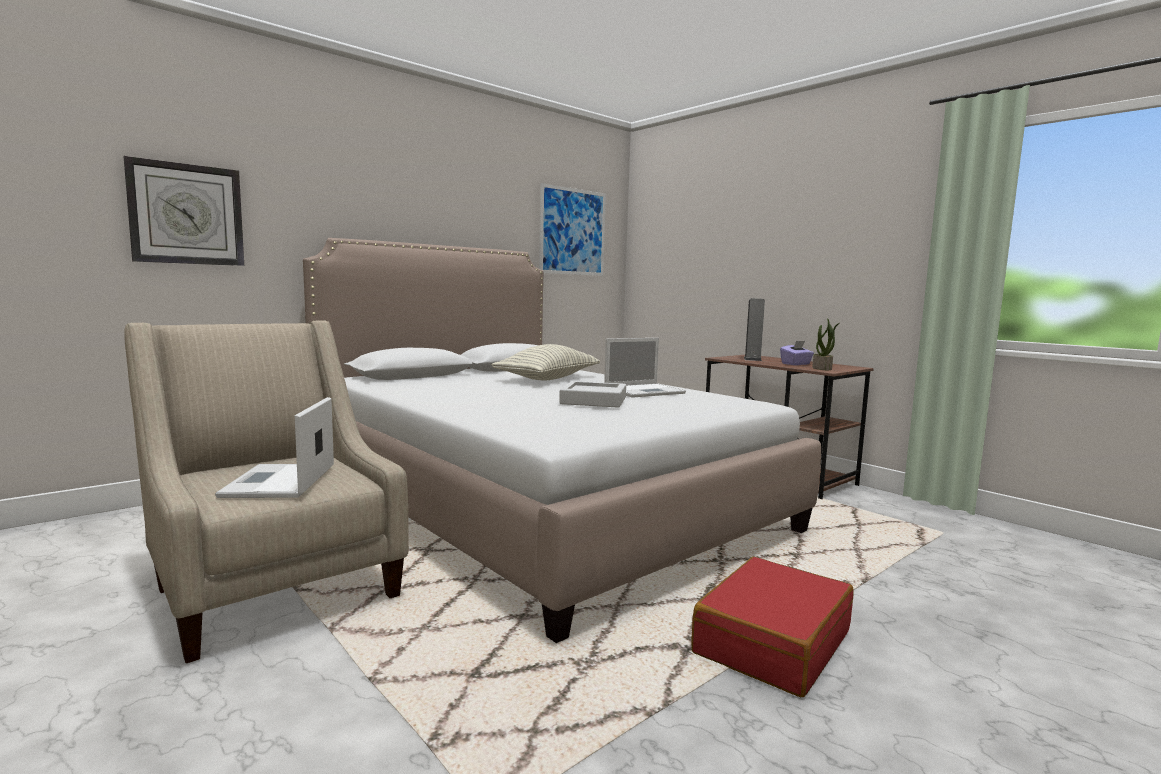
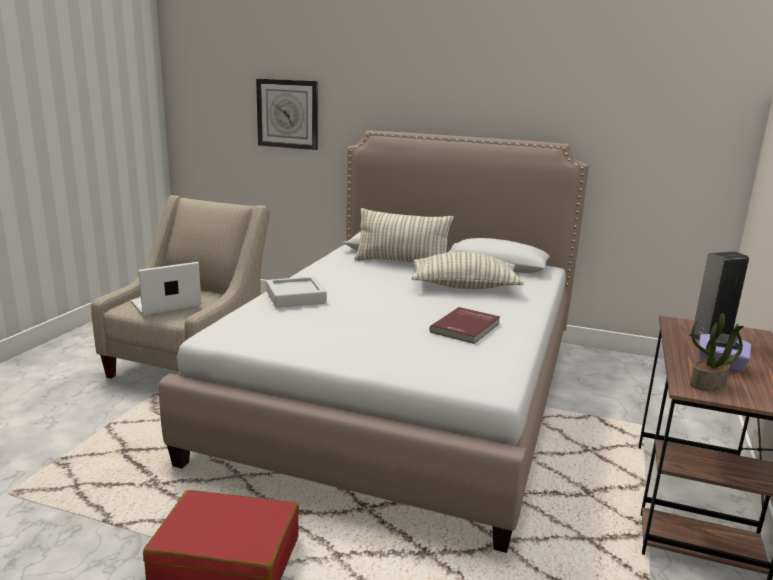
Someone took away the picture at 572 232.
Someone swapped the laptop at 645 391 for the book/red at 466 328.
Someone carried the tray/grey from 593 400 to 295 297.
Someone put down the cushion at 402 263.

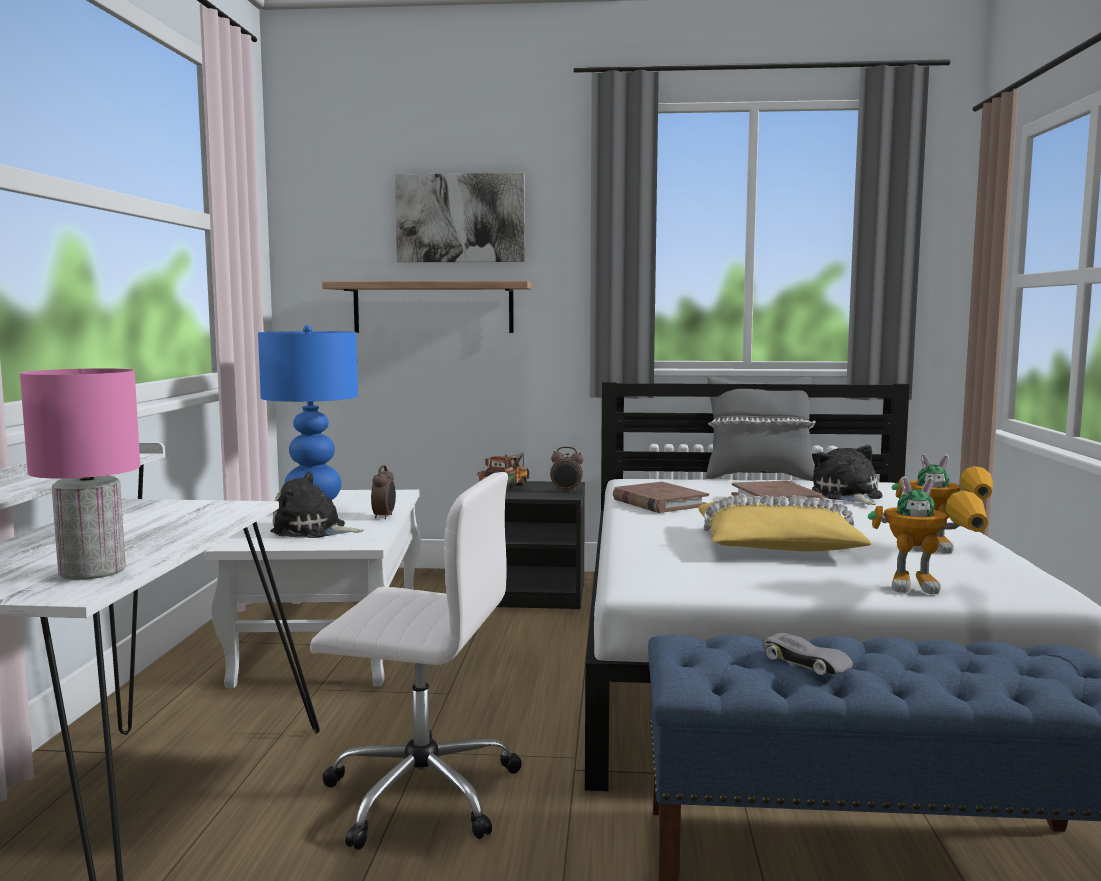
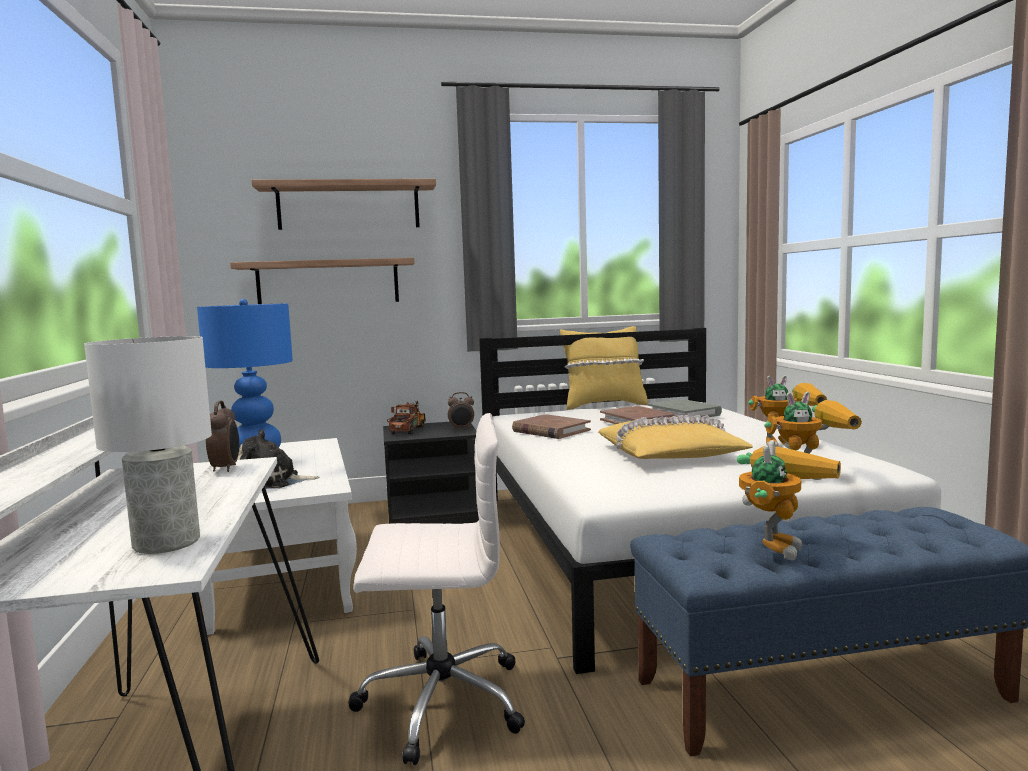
Someone swapped the picture at 460 218 for the wall shelf at 348 206.
Someone repainted the lamp for a table/pinkish at 94 571, which became the lamp for a table/white at 167 542.
Someone repainted the cushion/grey at 758 477, which became the cushion/yellow at 604 405.
Someone swapped the plush toy at 847 496 for the book/grey at 684 413.
Someone carried the bedside clock from 384 517 to 226 468.
Someone swapped the toy car/grey at 807 662 for the model robot at 777 543.

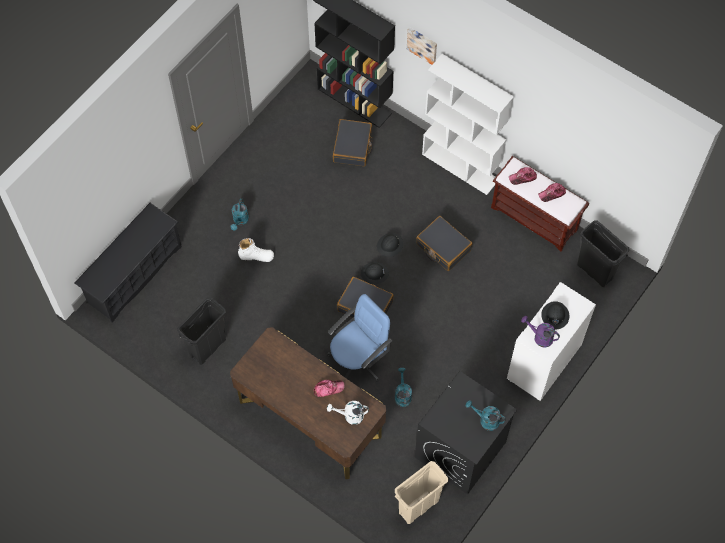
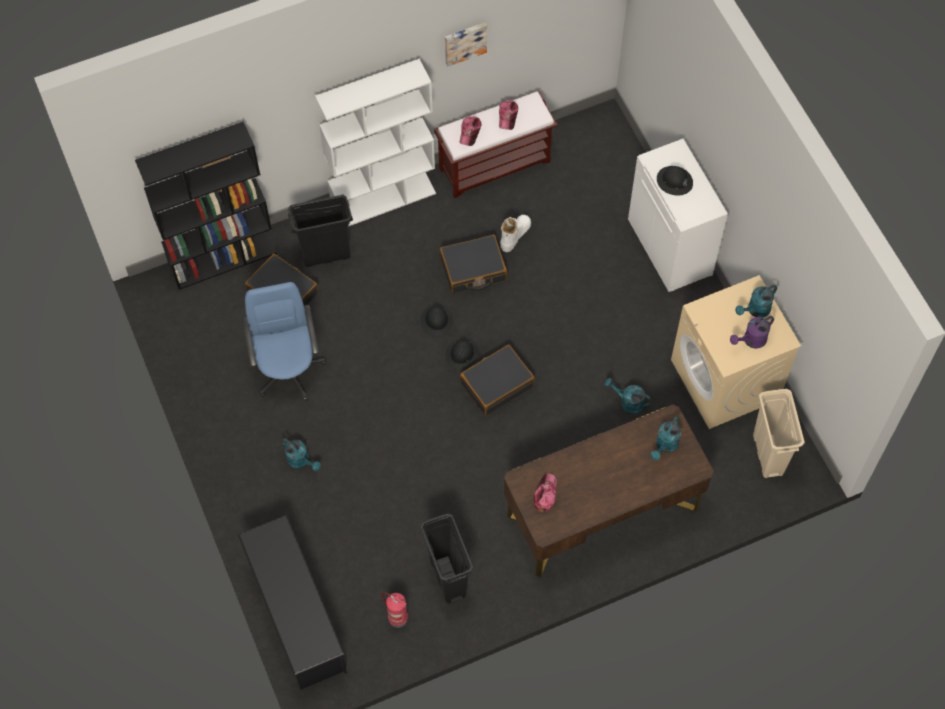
Someone carried the picture from 422 45 to 465 42.
Someone carried the rubbish bin/black-coloured from 595 272 to 326 255.
Someone carried the tall boot/white from 256 256 to 515 235.
Someone carried the desk chair/blue from 358 360 to 288 369.
Someone carried the watering can/purple-coloured from 539 337 to 751 341.
Someone repainted the washing machine/black-coloured at 460 450, which became the washing machine/beige-coloured at 725 380.
Someone carried the peaked cap from 328 389 to 545 494.
Someone repainted the watering can/white at 350 416, which became the watering can/turquoise-coloured at 665 446.
Someone put down the fire extinguisher at 397 618.

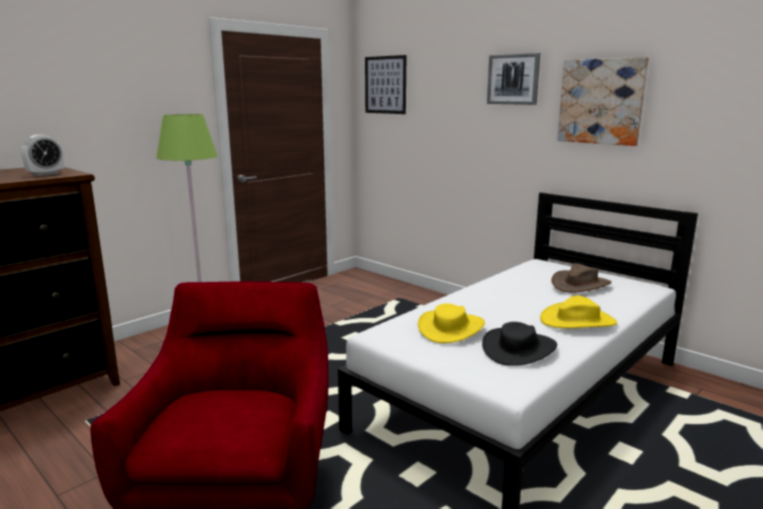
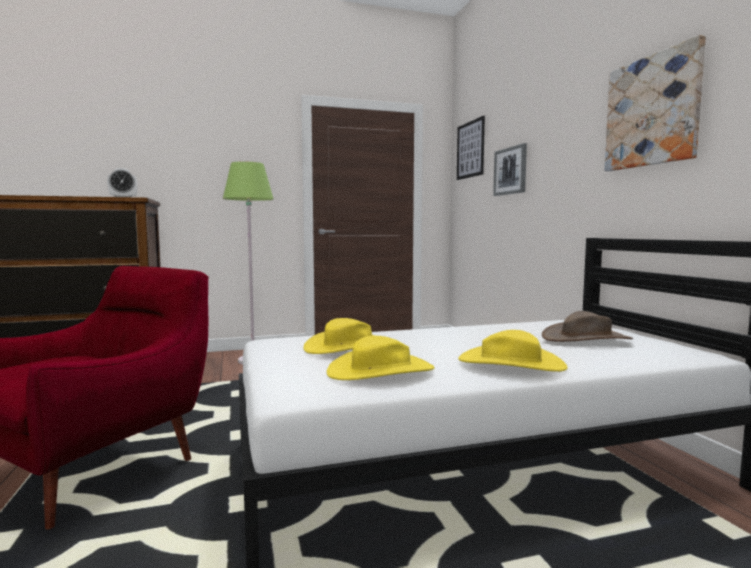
Someone carried the picture from 513 79 to 510 171.
Someone repainted the clothing hat/black-coloured at 519 349, which became the clothing hat/yellow at 381 371.

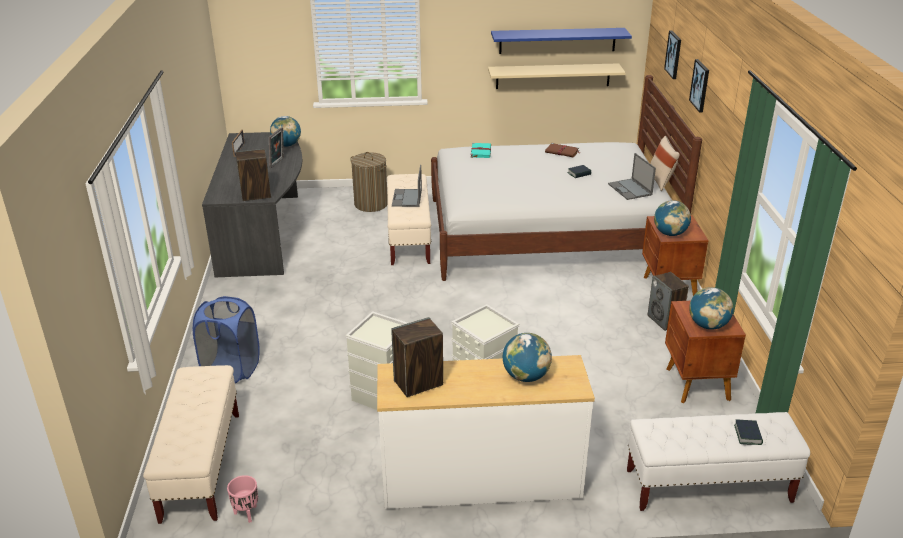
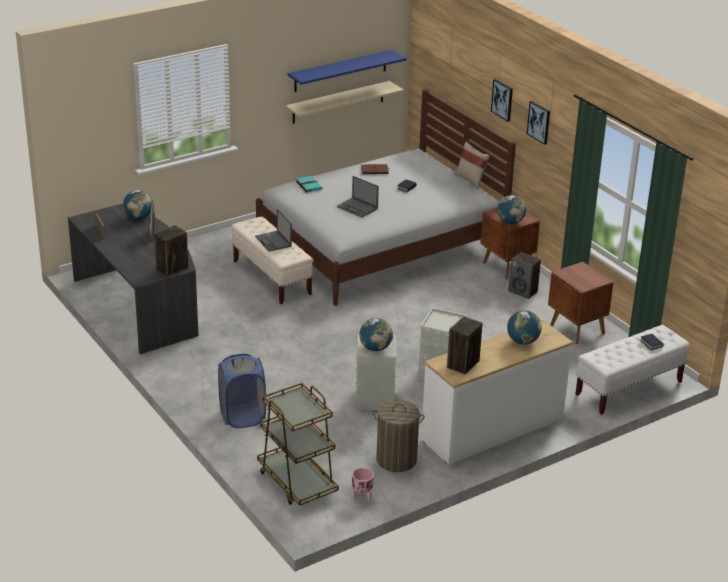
Someone carried the picture from 674 54 to 539 122.
Someone carried the laundry basket from 371 204 to 396 460.
Someone carried the laptop from 630 189 to 357 208.
Someone carried the world globe from 708 325 to 375 348.
Someone swapped the bench/beige-coloured at 201 465 for the wheeled cart/brown at 297 482.

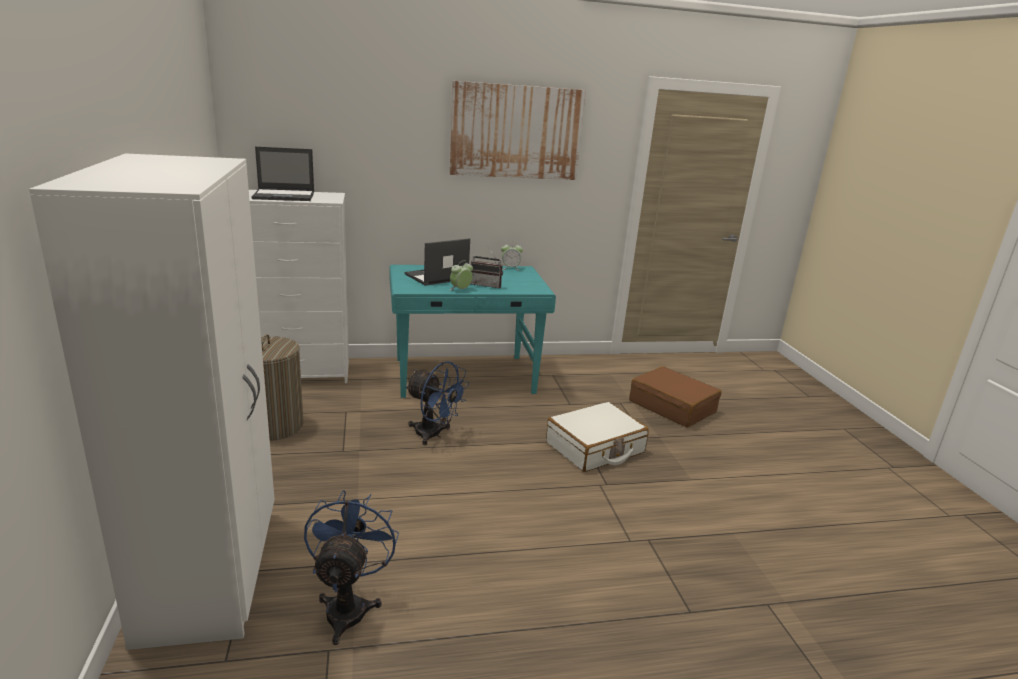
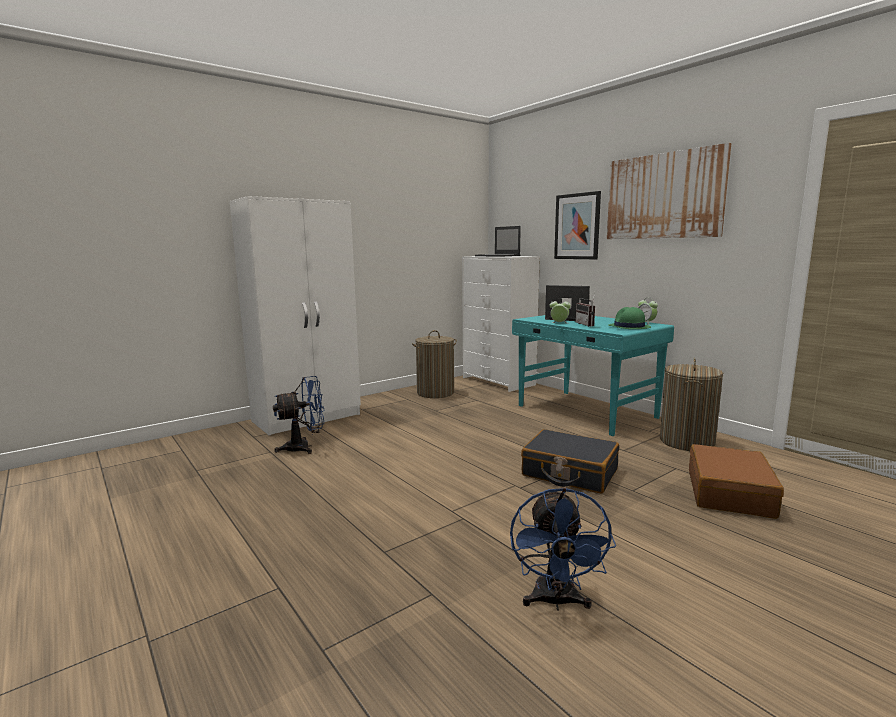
Someone carried the cooling fan/blue from 434 435 to 556 602.
Someone repainted the travel case/white at 595 448, which became the travel case/black-coloured at 569 473.
Someone put up the picture at 577 226.
Someone put down the clothing hat/greenish at 629 327.
Someone put down the laundry basket at 686 442.

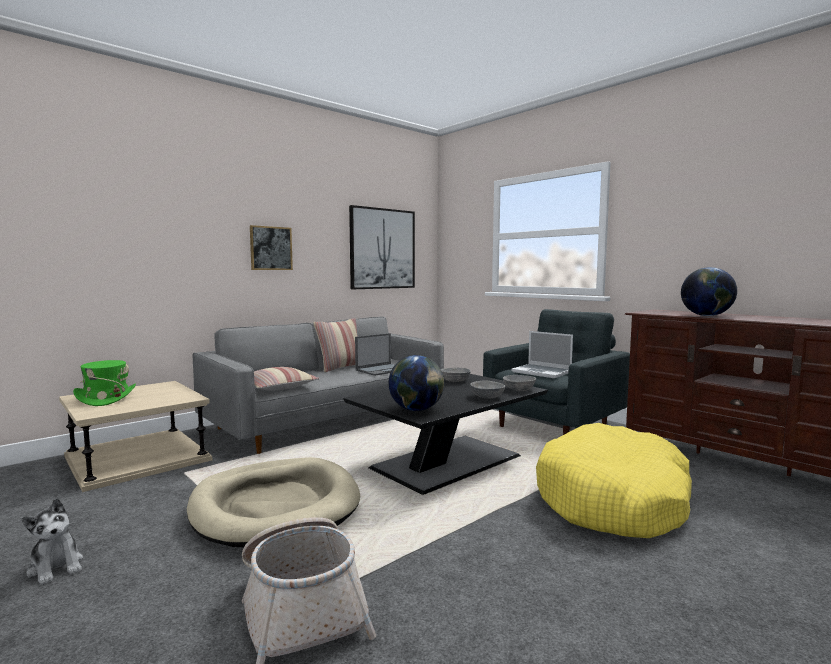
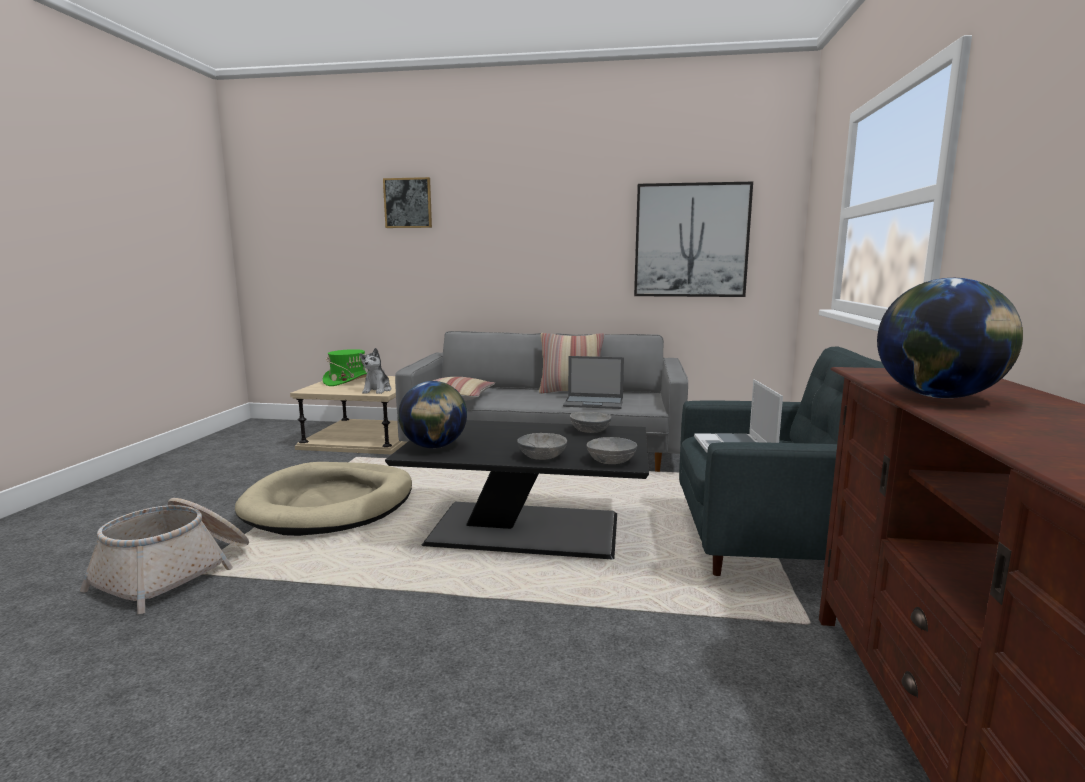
Someone carried the picture from 271 248 to 408 203.
Someone took away the dog cushion/yellow at 612 500.
Someone carried the plush toy from 56 567 to 377 390.

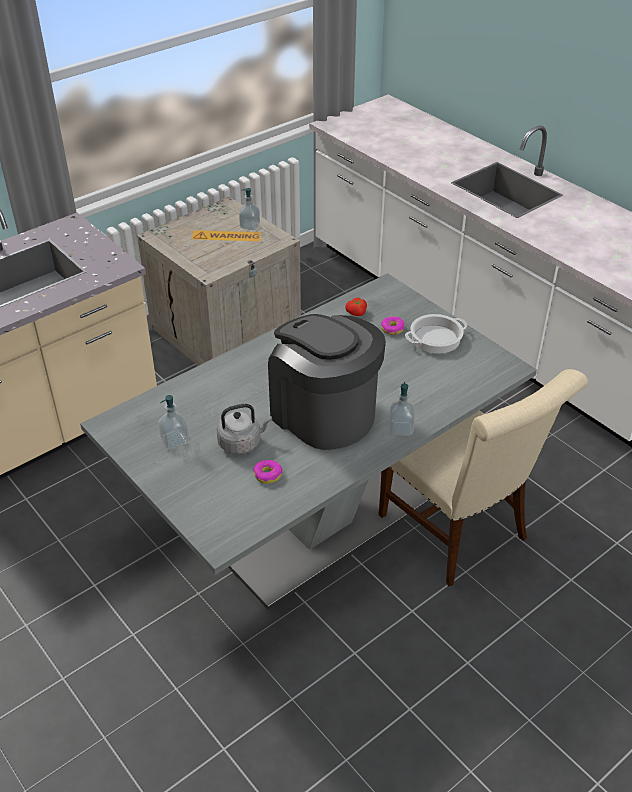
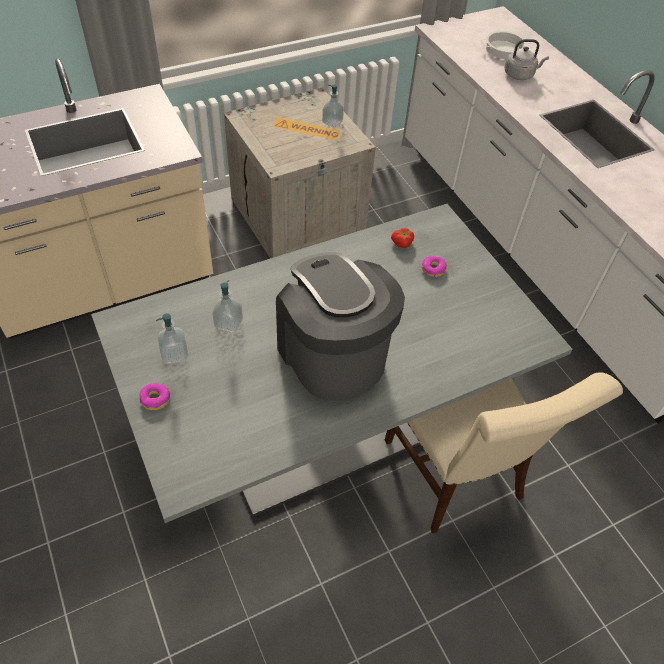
Someone carried the stockpot from 436 338 to 504 49.
Someone carried the soap dispenser from 400 429 to 228 324.
Someone carried the tea kettle/grey from 242 443 to 520 75.
Someone carried the doughnut from 268 475 to 155 399.

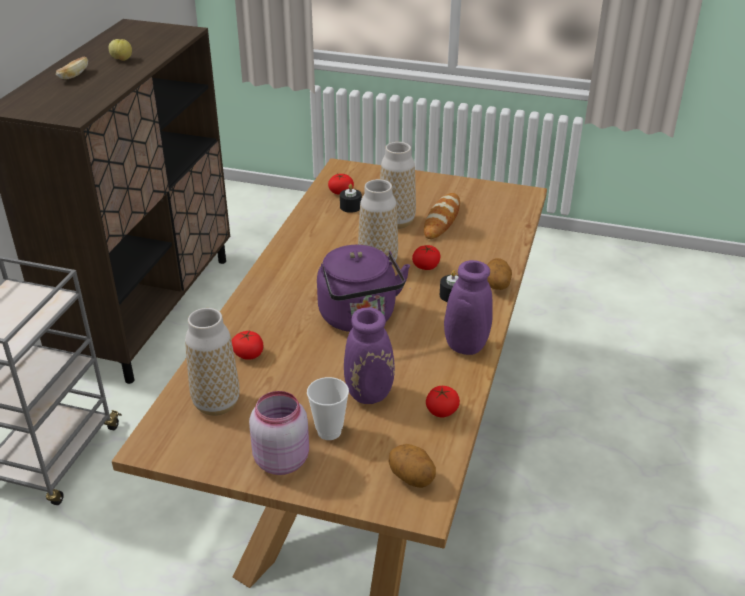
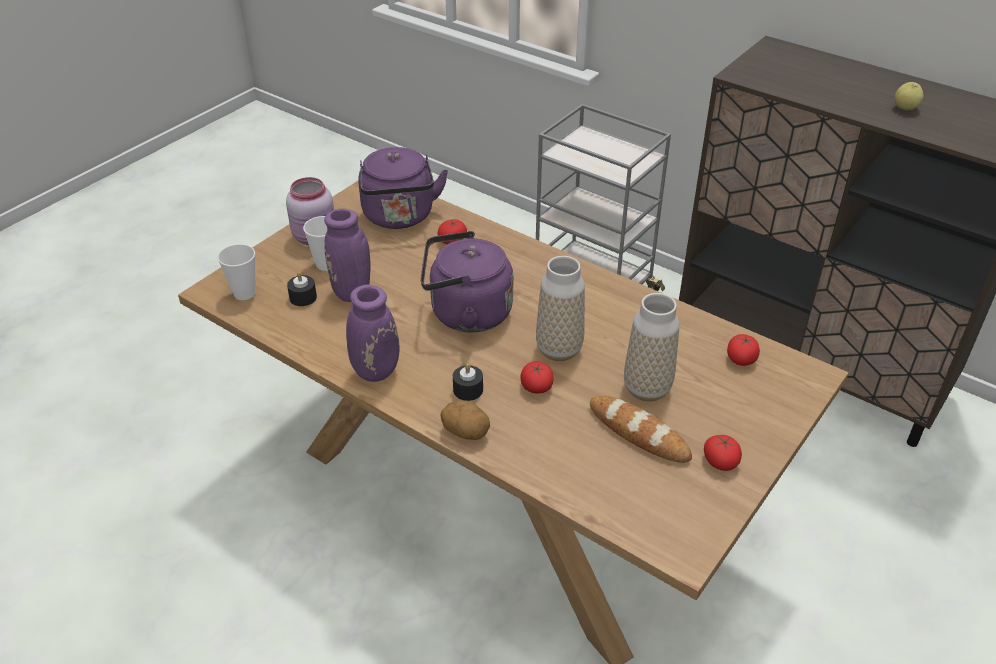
Someone took away the bread at 73 76.
Someone carried the wax light/black-coloured from 350 207 to 303 297.
Someone swapped the vase at 216 404 for the tea kettle/purple-coloured at 400 217.
Someone carried the tomato from 441 410 to 720 461.
Someone swapped the potato at 412 478 for the small cup at 244 293.

